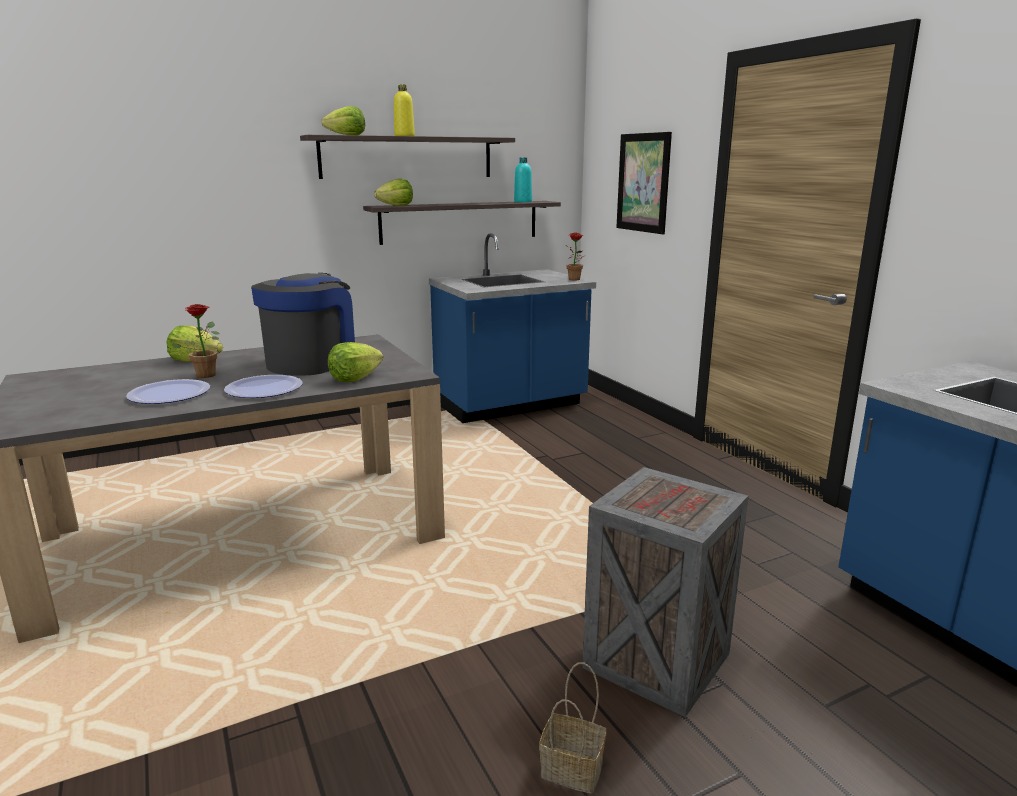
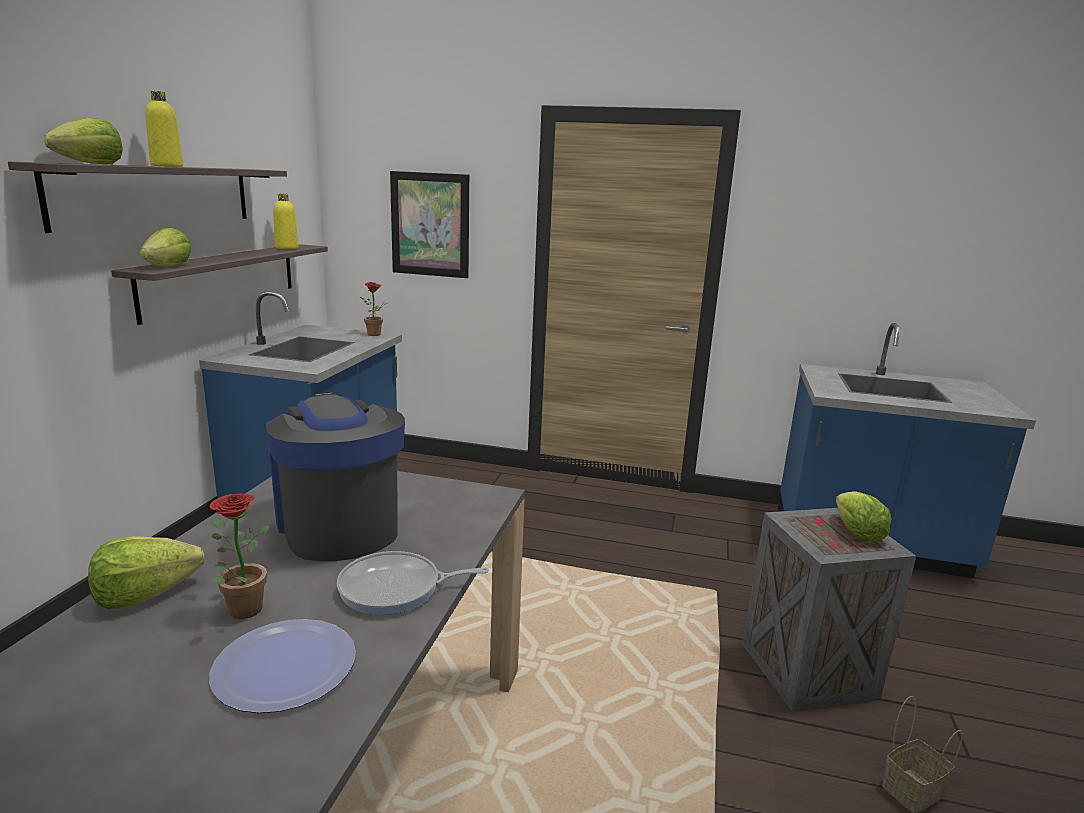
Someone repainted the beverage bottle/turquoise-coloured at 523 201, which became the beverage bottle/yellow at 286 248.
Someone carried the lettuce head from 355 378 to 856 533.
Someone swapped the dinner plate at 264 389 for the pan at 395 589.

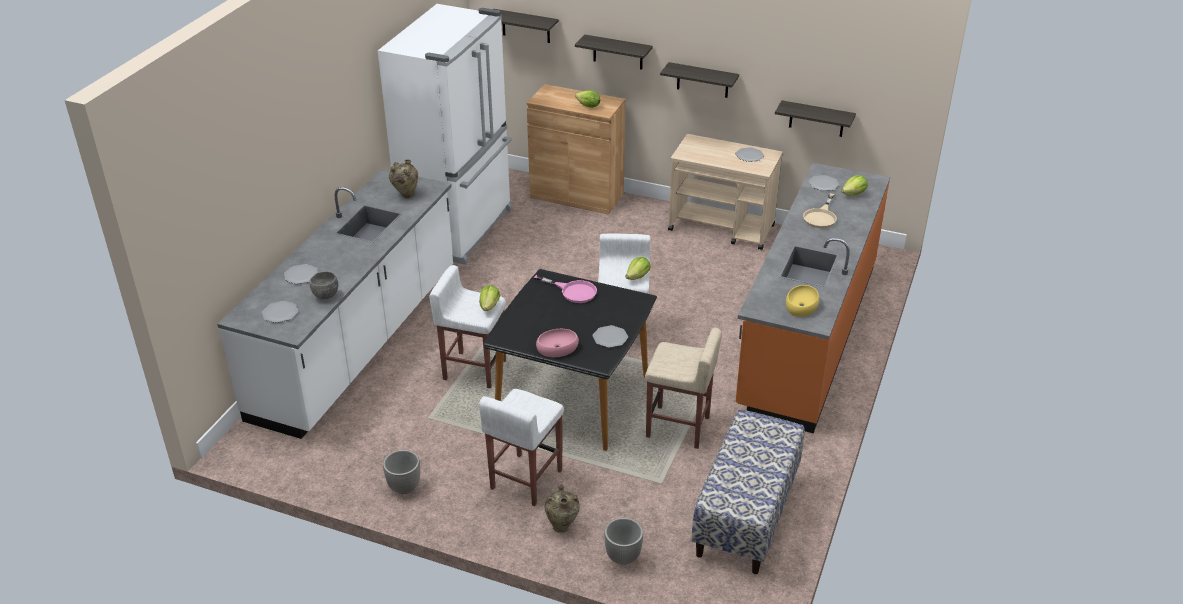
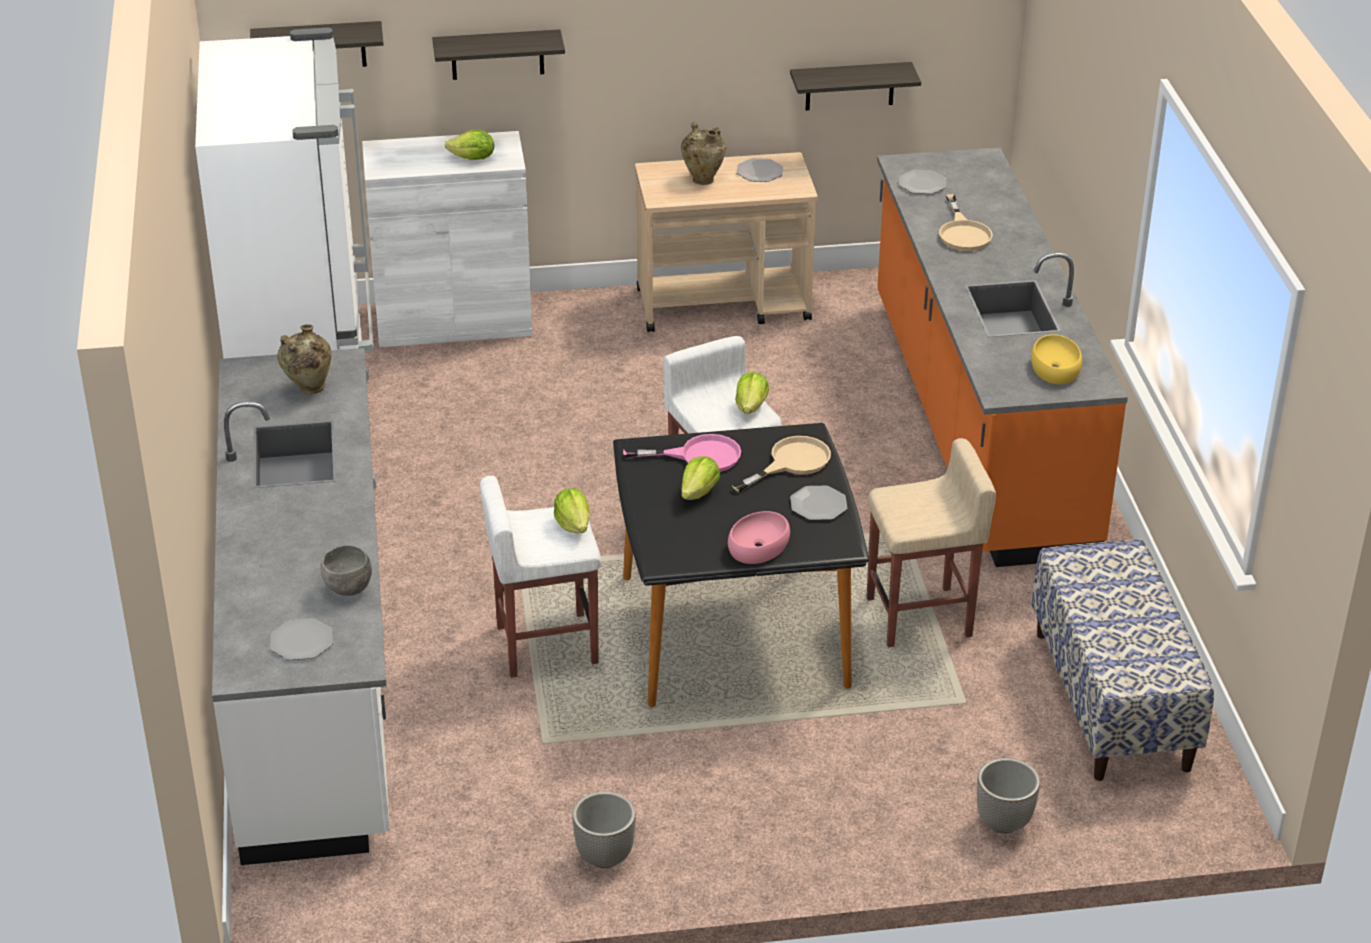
Someone took away the wall shelf at 702 80.
Someone repainted the storage cabinet/brown at 577 195, which became the storage cabinet/white at 453 321.
Someone carried the lettuce head from 854 194 to 699 492.
Someone took away the dinner plate at 301 275.
Someone took away the stool/white at 525 480.
Someone carried the vase/beige-coloured from 562 525 to 703 179.
Someone put down the pan/beige-coloured at 791 463.

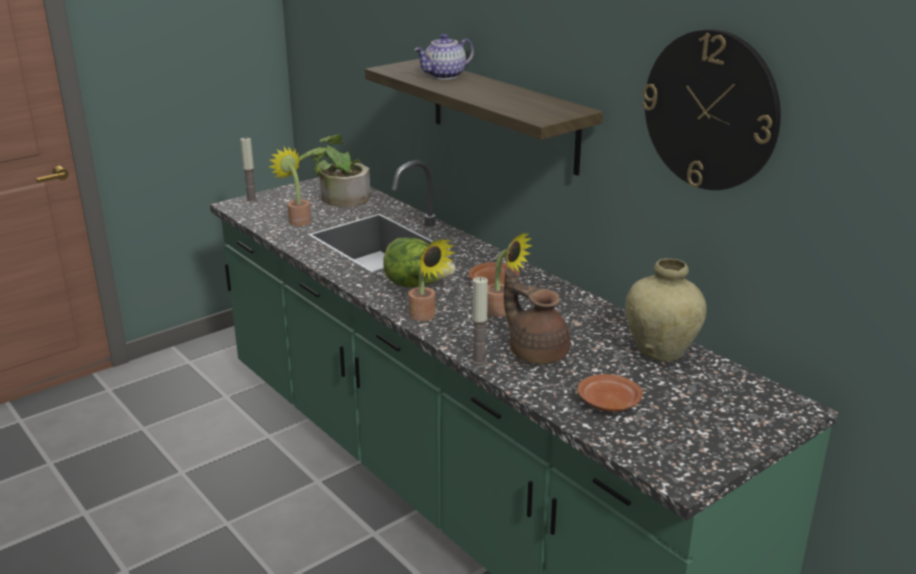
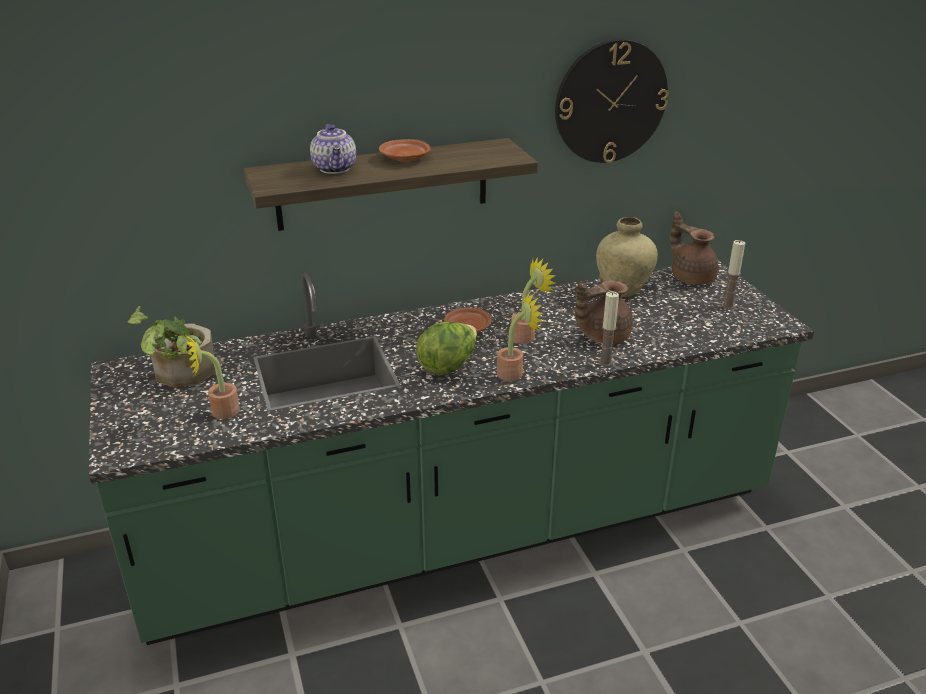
Someone carried the wax light from 251 200 to 728 306.
Someone carried the dinner plate/brown from 608 402 to 404 158.
Someone put down the pot for tea/brown at 691 277.

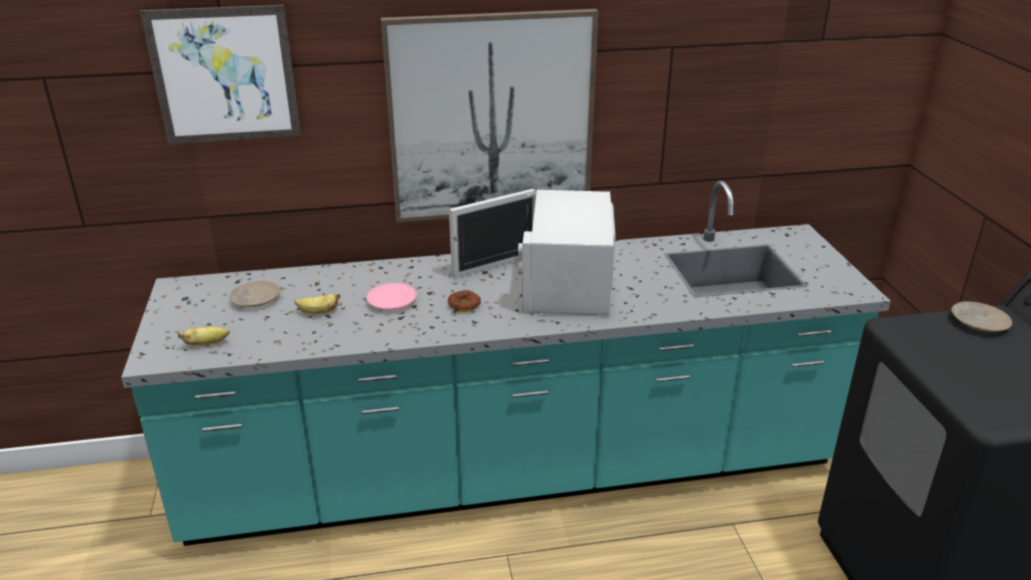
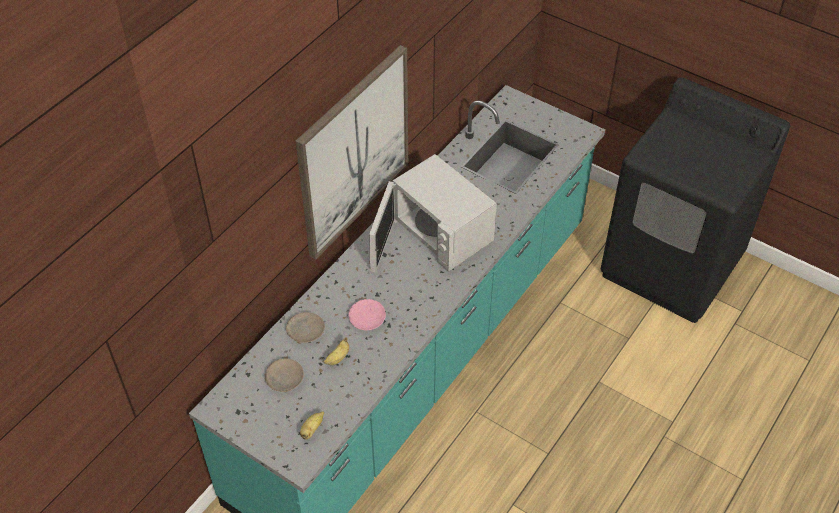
Someone took away the picture at 224 75.
Someone took away the doughnut at 464 305.
Someone carried the dinner plate/beige-coloured from 978 322 to 305 330.

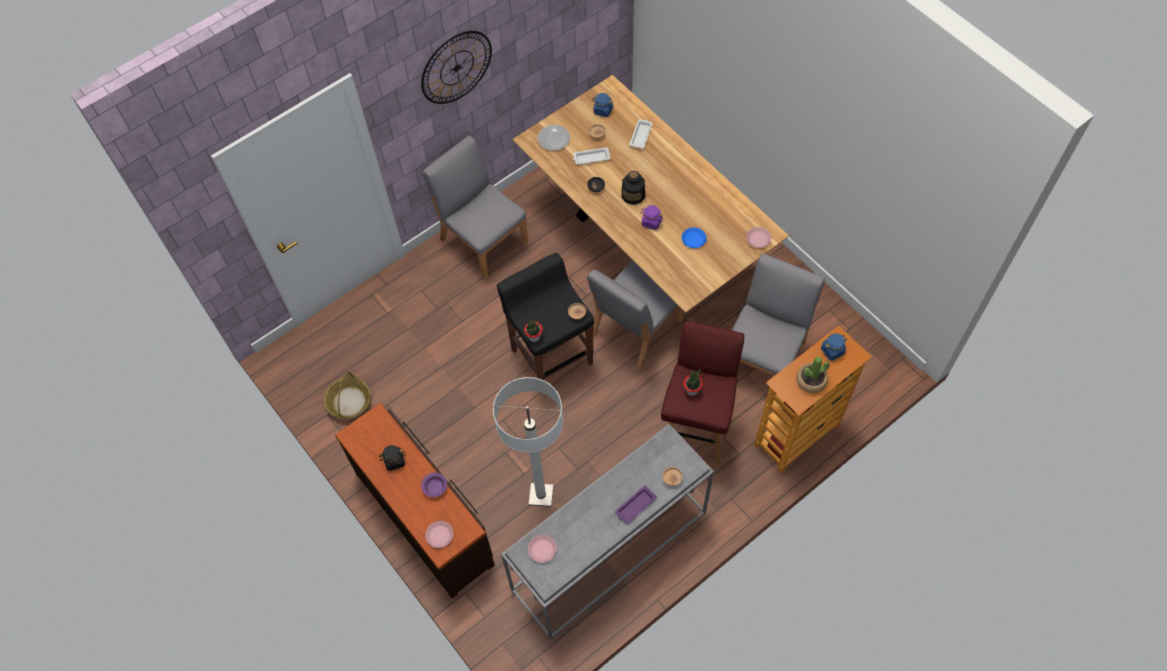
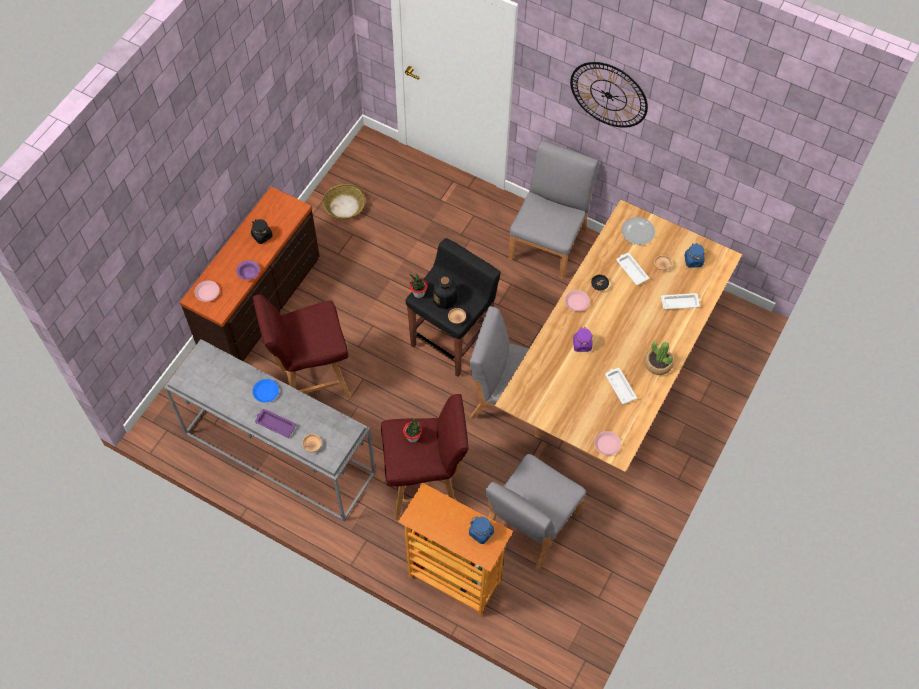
Someone carried the beverage bottle from 633 195 to 445 298.
Someone carried the dinner plate/blue from 693 239 to 266 392.
Someone rotated the chair/grey at 764 356 by 120 degrees clockwise.
Someone carried the plant in a pot from 811 381 to 658 364.
Someone swapped the floor lamp/white at 541 495 for the stool/red at 312 381.
Someone carried the dinner plate/pinkish from 542 549 to 577 302.
Someone put down the tray/white at 619 386.

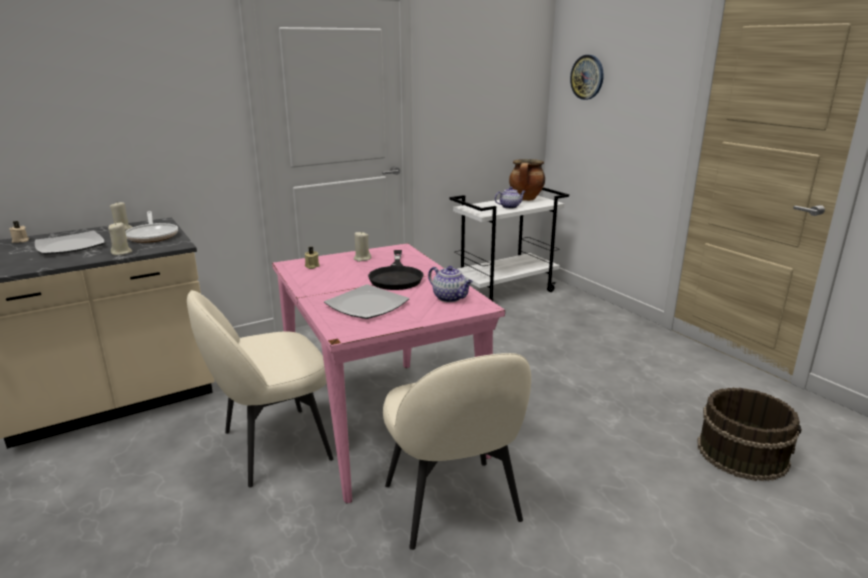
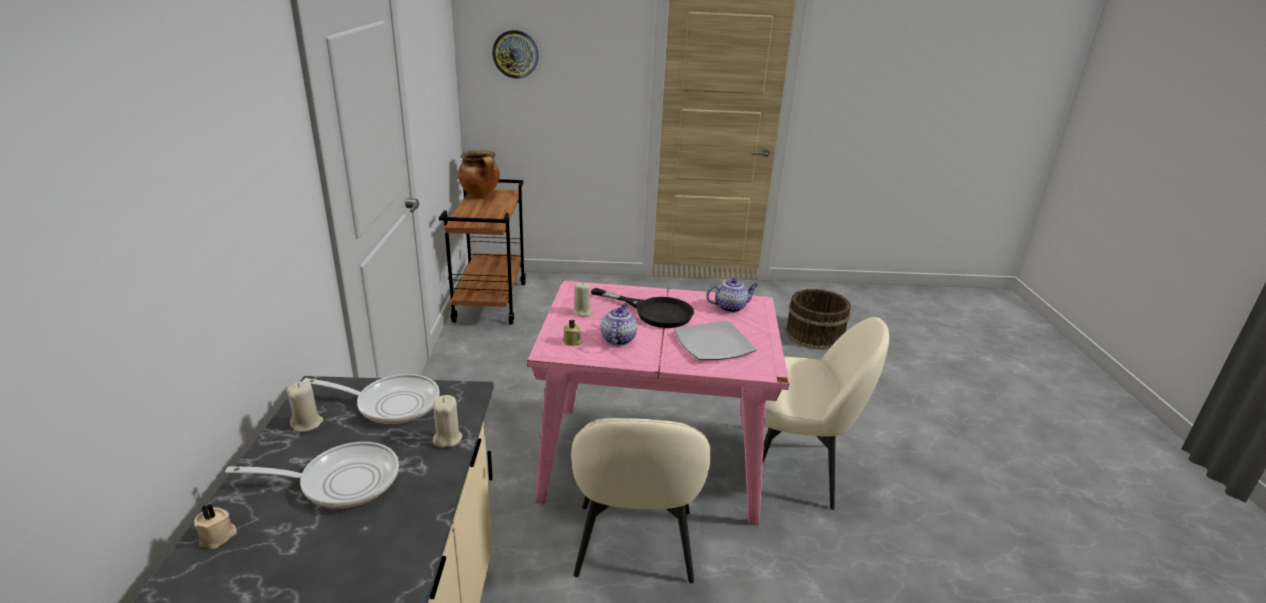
Someone repainted the wheeled cart/white at 505 291, which became the wheeled cart/brown at 490 301.
Someone carried the pot for tea from 510 207 to 618 339.
Someone swapped the dinner plate at 71 246 for the pan at 342 481.

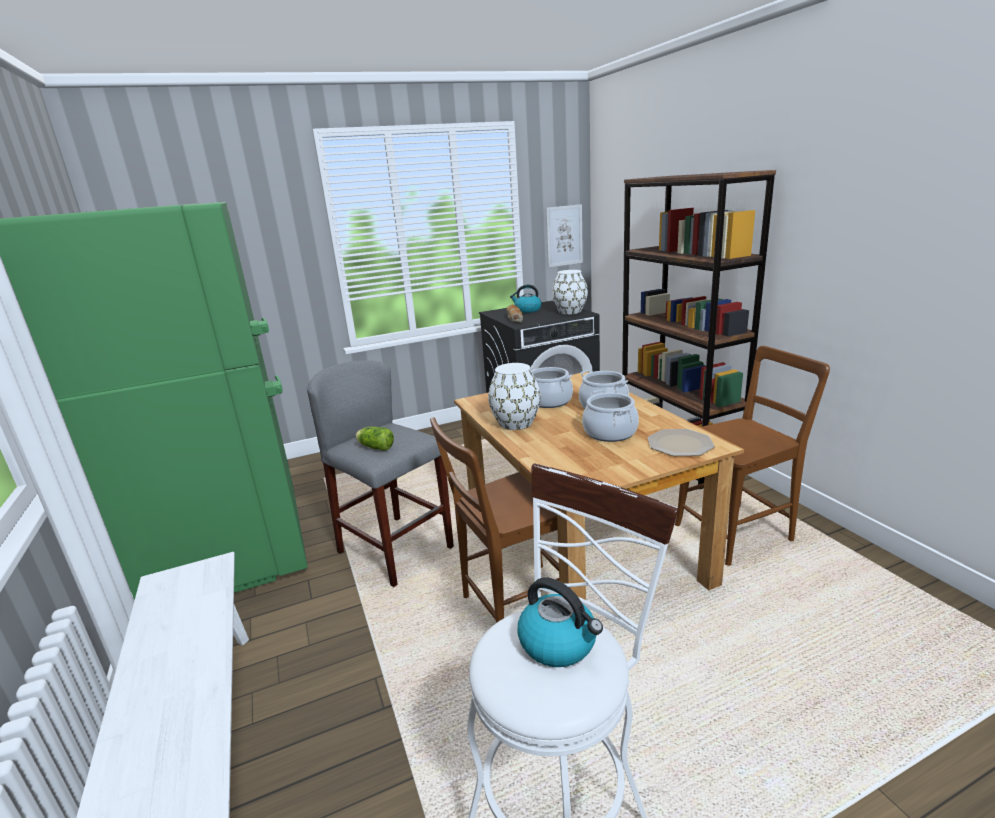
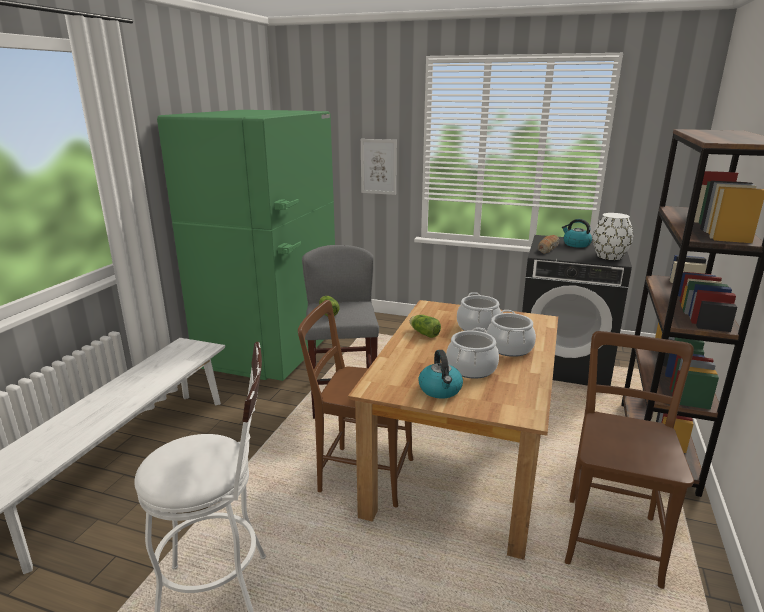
Someone carried the picture from 564 236 to 378 166.
Someone rotated the chair/brown at 738 531 by 90 degrees counterclockwise.
Someone swapped the vase/white at 516 423 for the lettuce head at 423 333.
Someone took away the dinner plate at 680 444.
Someone carried the tea kettle from 559 643 to 440 390.

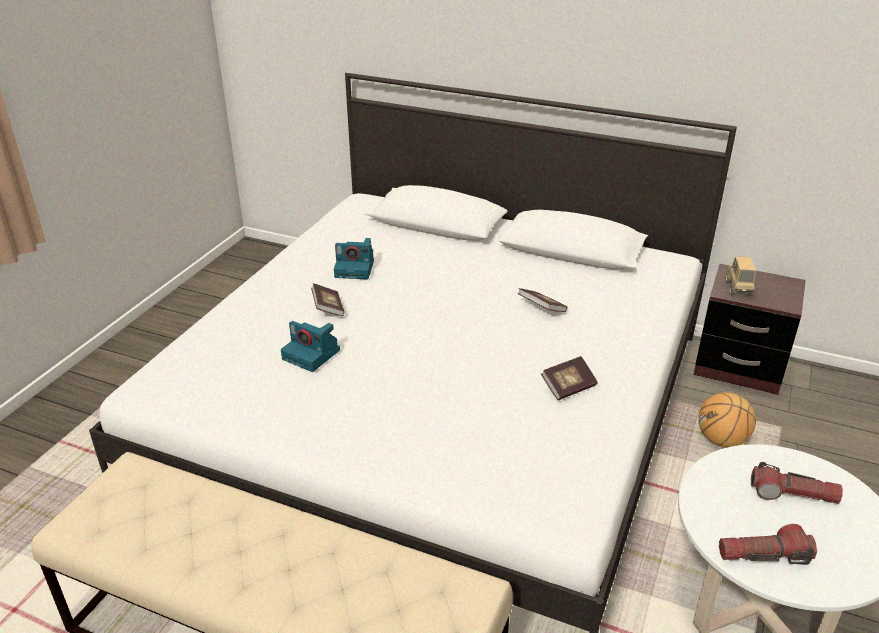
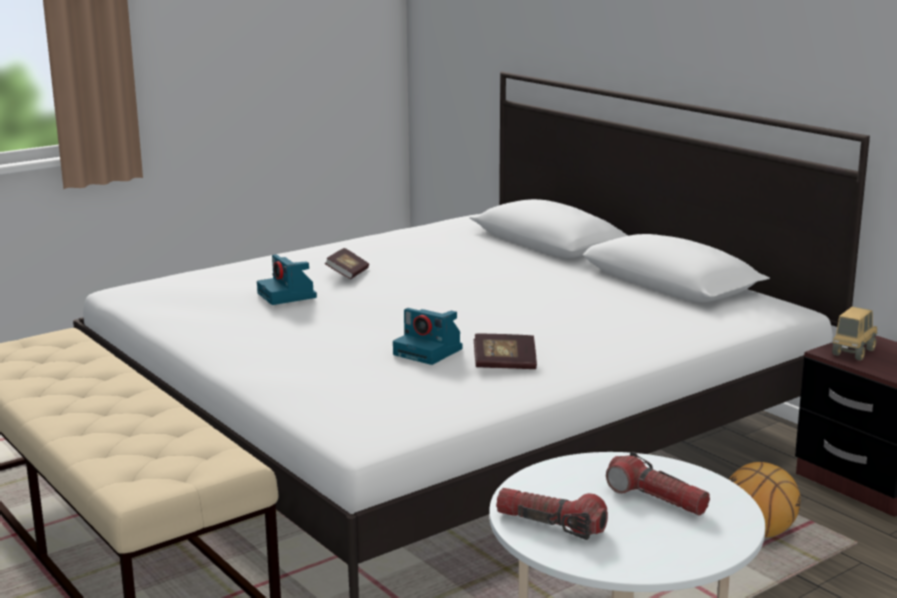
Someone carried the photo camera from 355 269 to 429 352.
Someone took away the book at 541 309.

